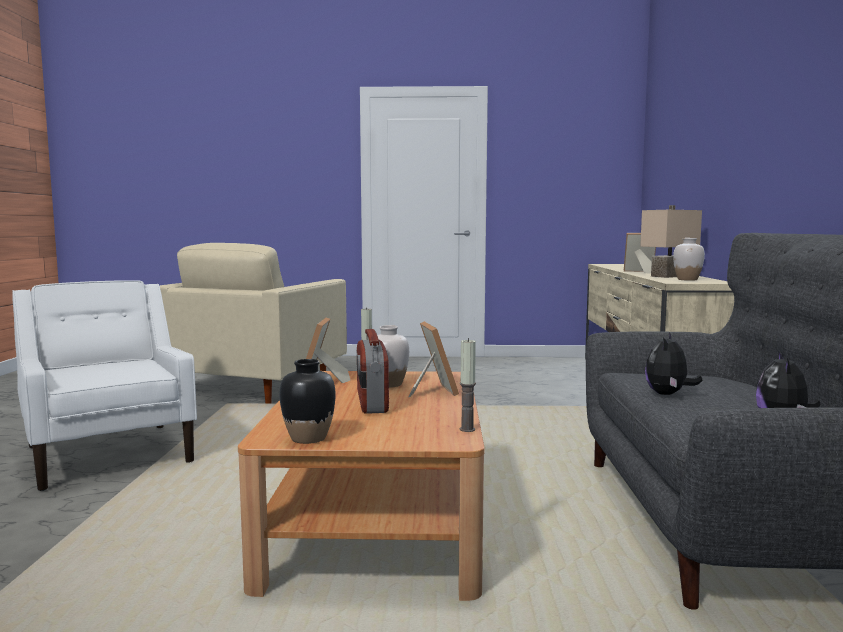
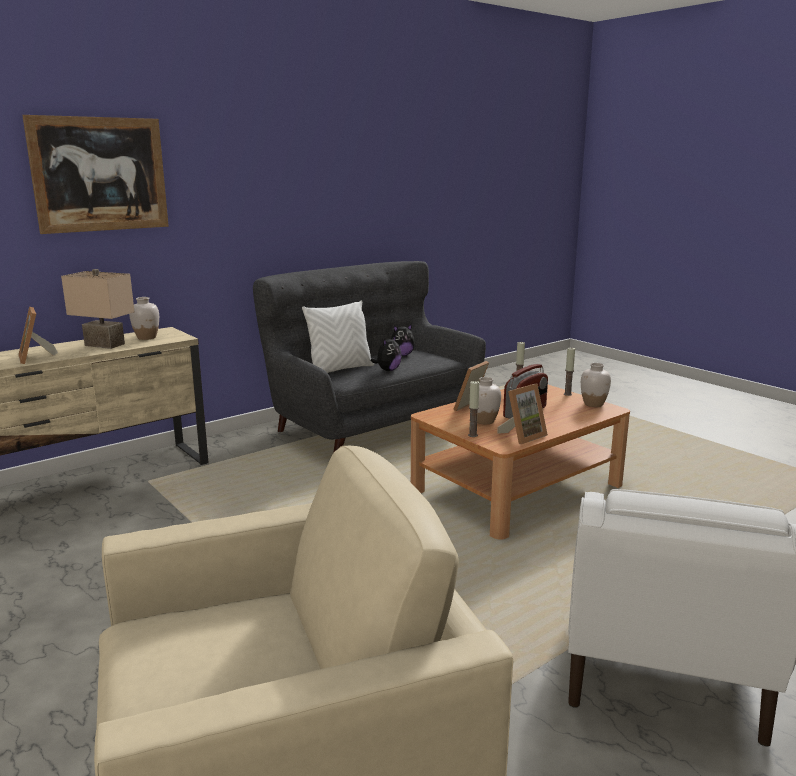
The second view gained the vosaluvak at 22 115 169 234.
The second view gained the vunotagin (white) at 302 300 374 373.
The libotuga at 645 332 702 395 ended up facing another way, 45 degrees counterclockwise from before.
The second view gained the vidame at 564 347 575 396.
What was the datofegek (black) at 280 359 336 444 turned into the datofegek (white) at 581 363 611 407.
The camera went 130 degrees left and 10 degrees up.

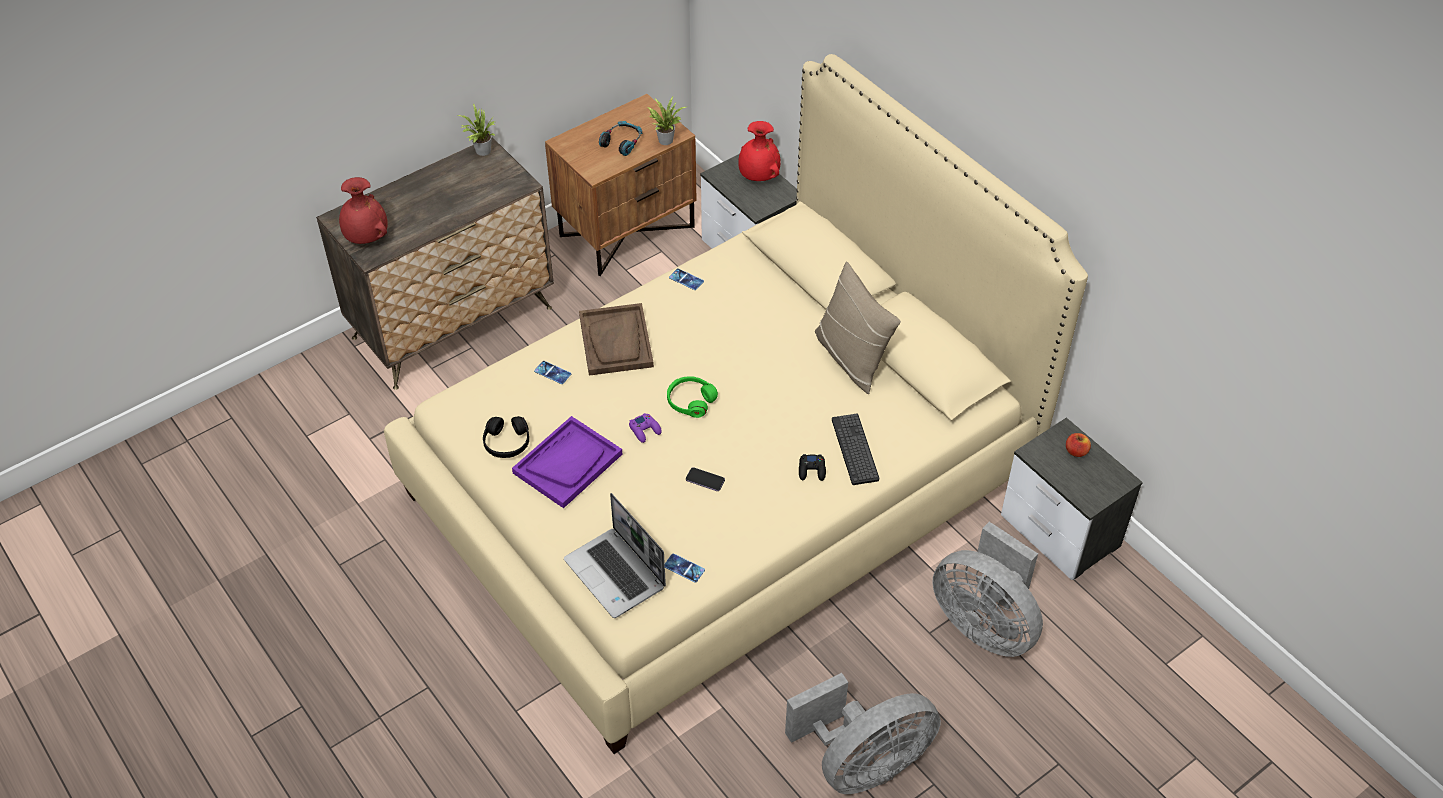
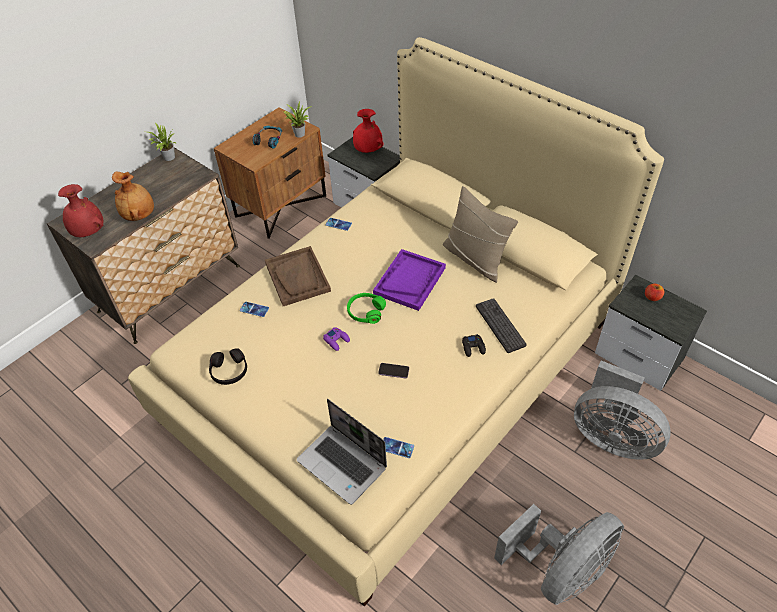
The second view gained the datofegek (brown) at 112 171 154 221.
The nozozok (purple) ended up elsewhere, having gone from 512 416 622 508 to 373 249 446 311.
The camera went 10 degrees left and 0 degrees up.

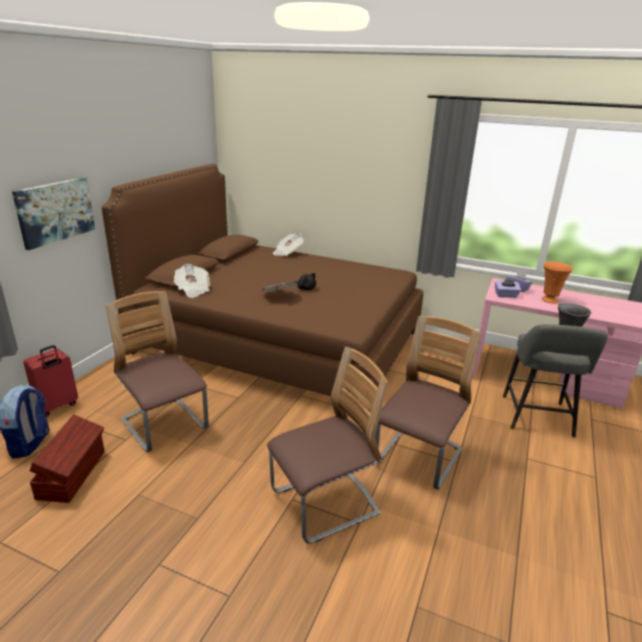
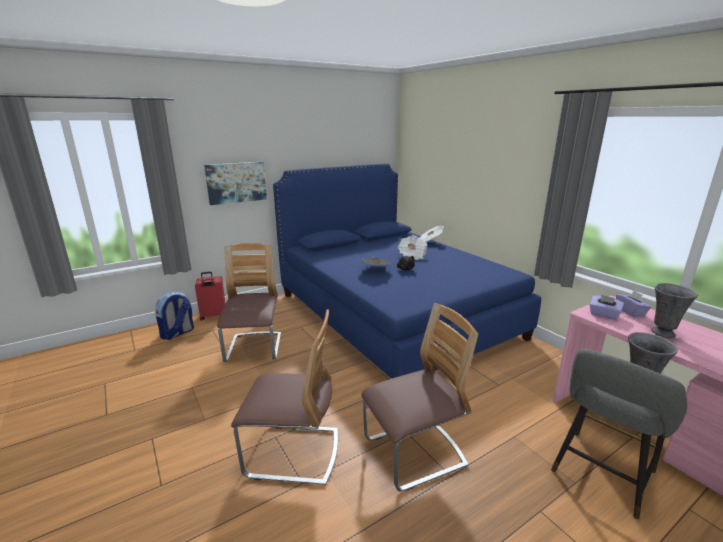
What was the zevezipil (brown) at 102 164 423 396 turned into the zevezipil (blue) at 273 163 541 379.
The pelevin ended up elsewhere, having gone from 174 264 210 298 to 398 235 427 260.
What was the datofegek (orange) at 542 261 573 303 turned into the datofegek (grey) at 651 283 698 338.
The second view lost the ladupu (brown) at 30 414 105 503.
The camera went 35 degrees right and 5 degrees down.

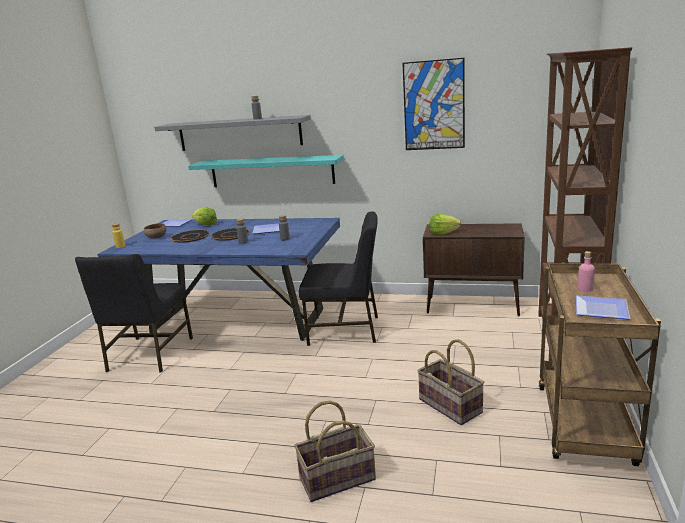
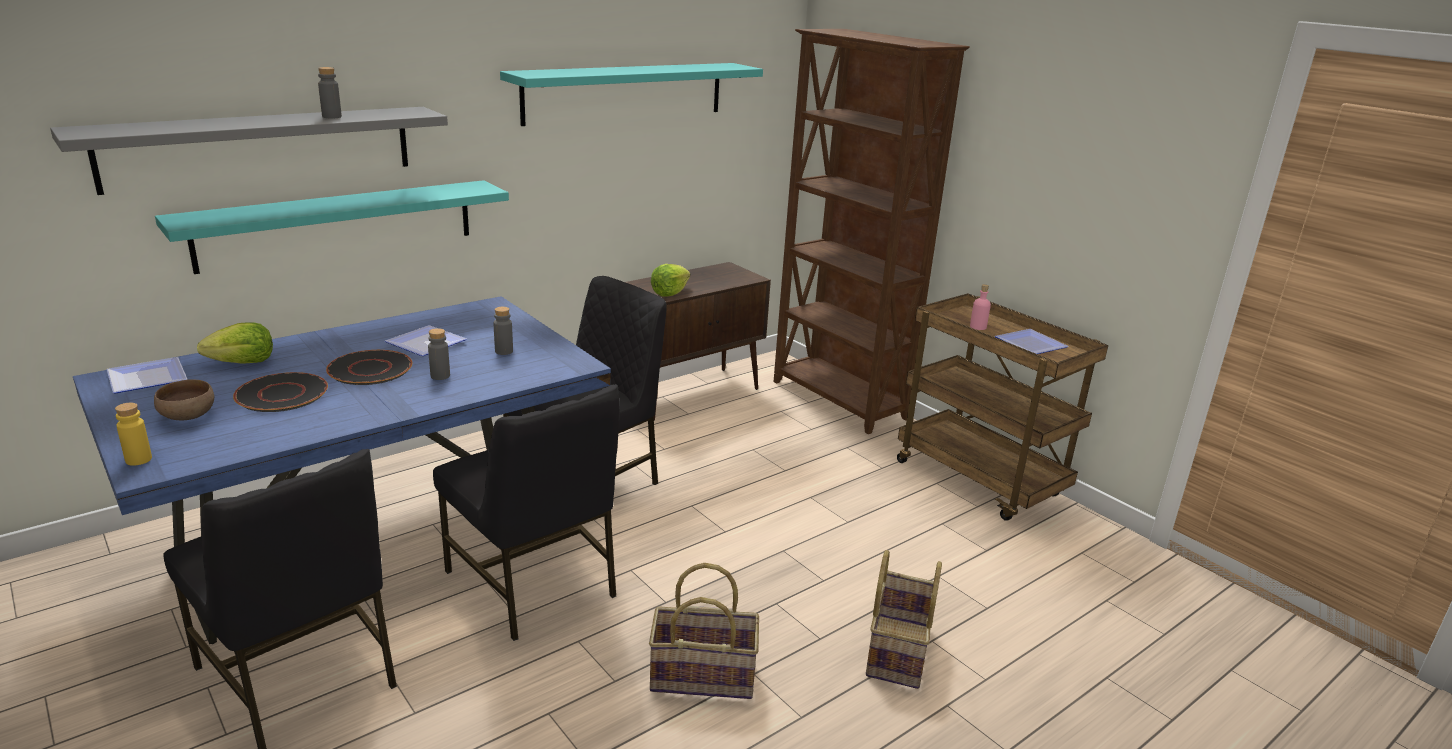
The second view gained the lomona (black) at 433 384 620 641.
Where the vosaluvak hung at 402 58 465 150, the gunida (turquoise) came to hang at 500 63 763 126.
The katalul ended up elsewhere, having gone from 417 339 484 425 to 649 563 759 699.
The camera went 55 degrees left and 5 degrees up.

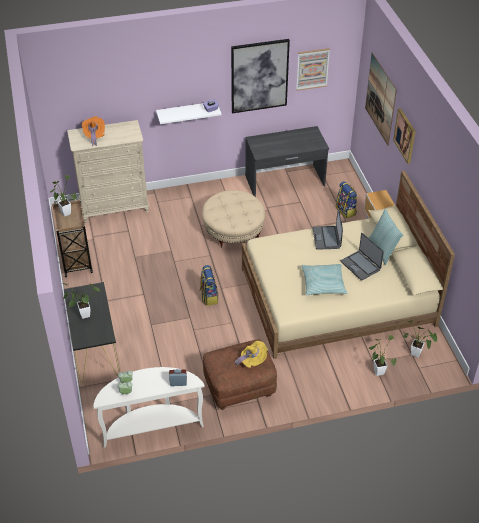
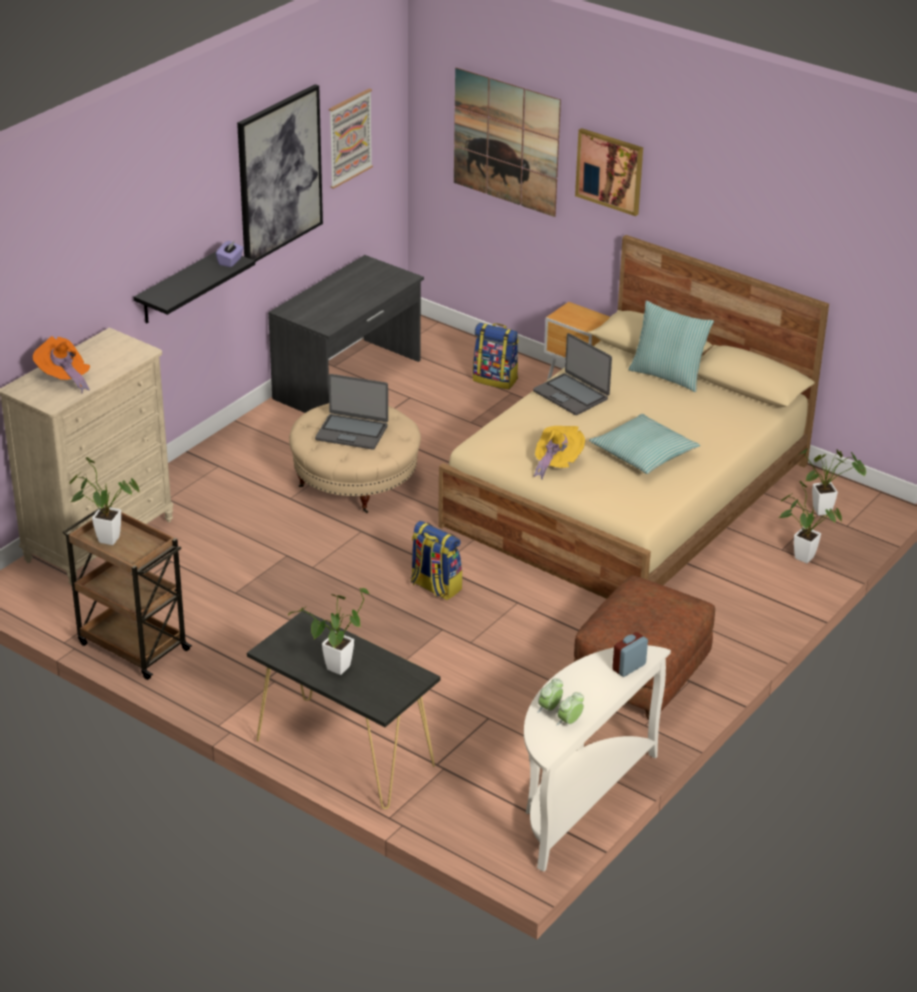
What was the gunida (white) at 156 103 222 124 turned into the gunida (black) at 134 251 255 324.
The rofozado ended up elsewhere, having gone from 340 233 384 280 to 315 374 388 450.
The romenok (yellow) ended up elsewhere, having gone from 234 341 268 368 to 534 426 585 480.
The camera went 40 degrees left and 10 degrees down.

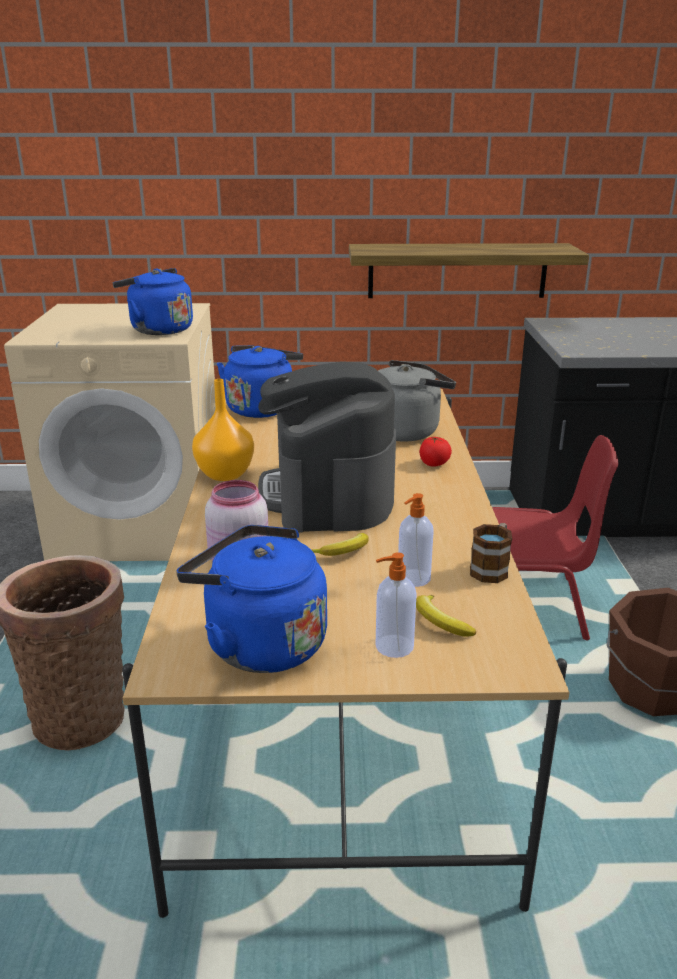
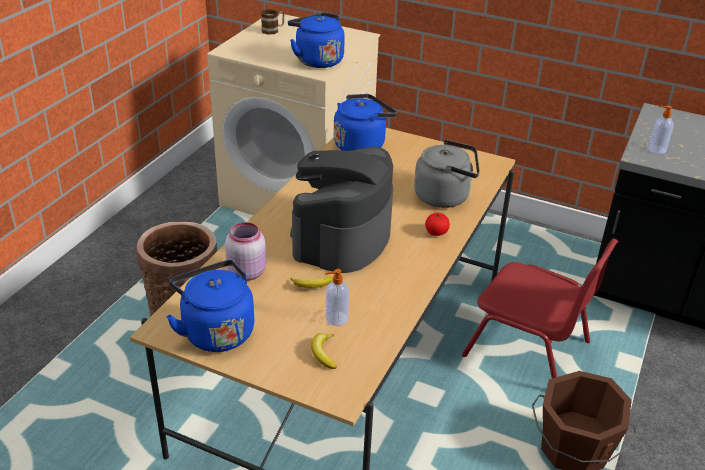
The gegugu ended up elsewhere, having gone from 470 523 512 583 to 261 9 284 35.
The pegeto ended up elsewhere, having gone from 375 552 417 658 to 648 106 674 154.
The second view lost the datofegek (orange) at 192 379 254 481.
The second view lost the gunida at 349 243 589 298.
The camera went 25 degrees right and 10 degrees up.

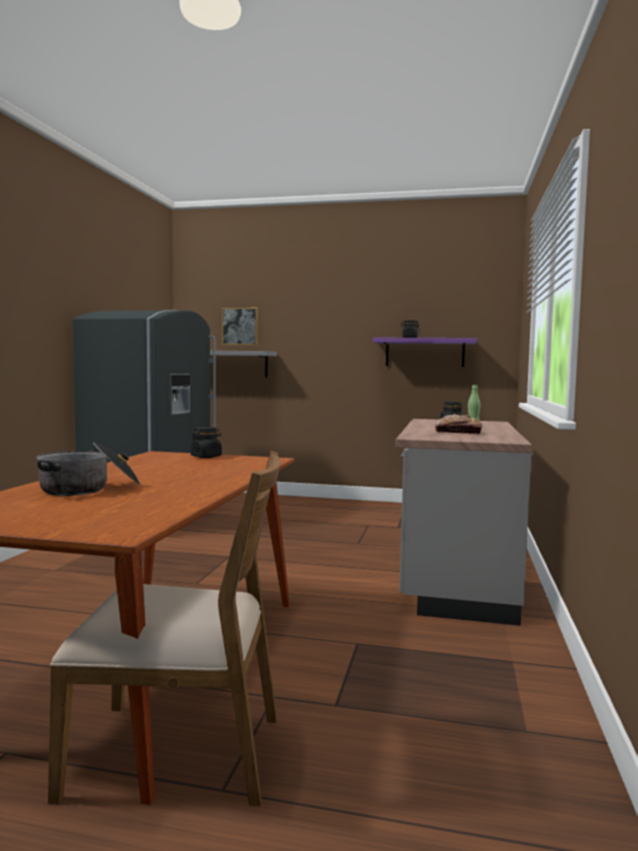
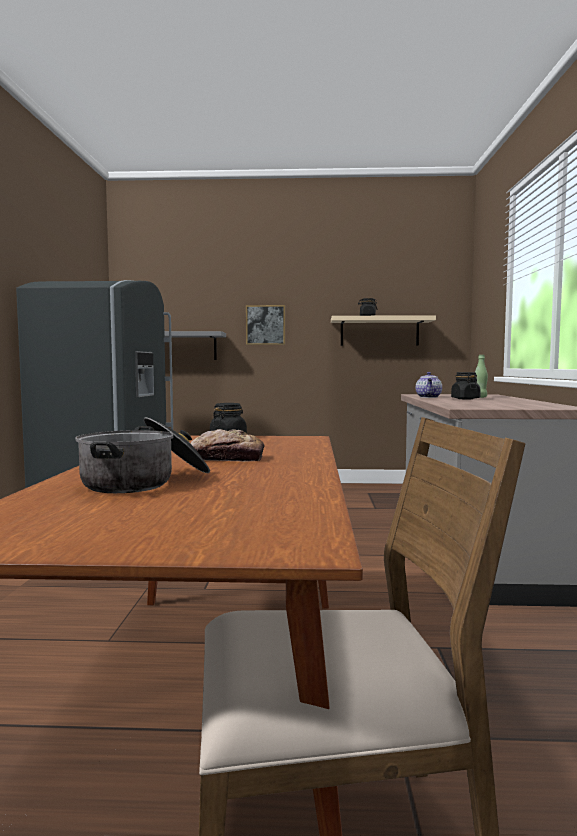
The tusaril ended up elsewhere, having gone from 435 414 482 434 to 191 429 264 462.
The vosaluvak ended up elsewhere, having gone from 222 308 258 345 to 246 305 285 345.
What was the gunida (purple) at 373 338 477 367 turned into the gunida (beige) at 331 315 436 346.
The second view gained the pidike at 416 372 442 398.
The camera went 10 degrees left and 0 degrees up.

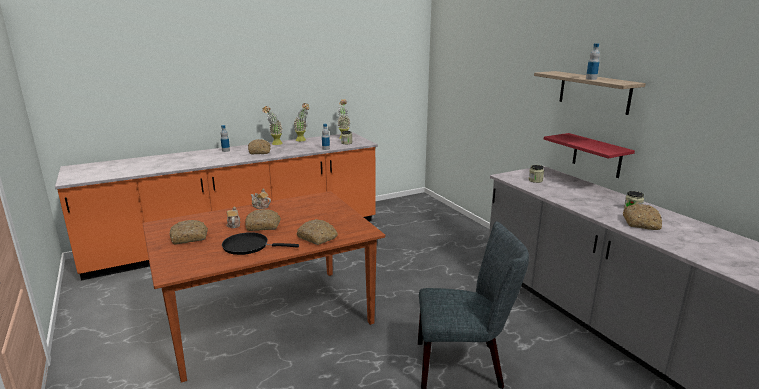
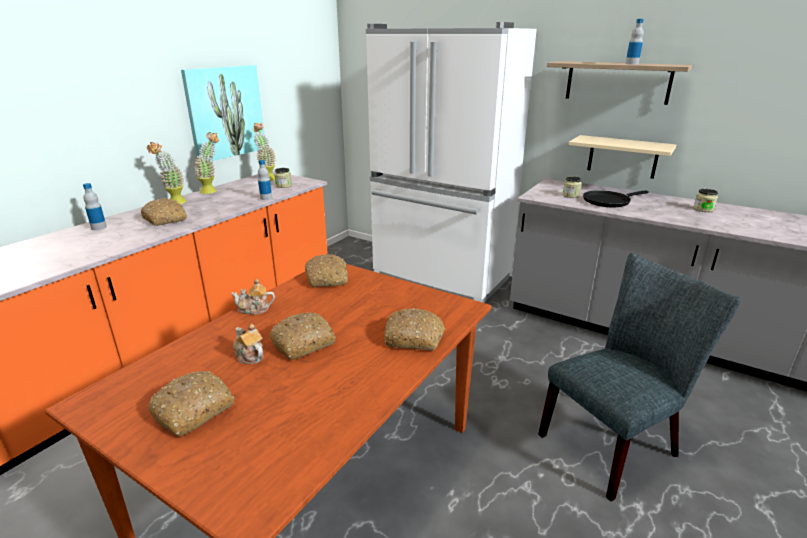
The second view gained the vosaluvak at 181 65 265 161.
The tusaril ended up elsewhere, having gone from 623 204 662 230 to 305 254 348 287.
The second view gained the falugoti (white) at 366 22 537 303.
What was the gunida (red) at 544 133 635 178 turned into the gunida (beige) at 569 135 676 179.
The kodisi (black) ended up elsewhere, having gone from 222 232 299 255 to 583 190 649 207.
The camera went 30 degrees left and 5 degrees up.

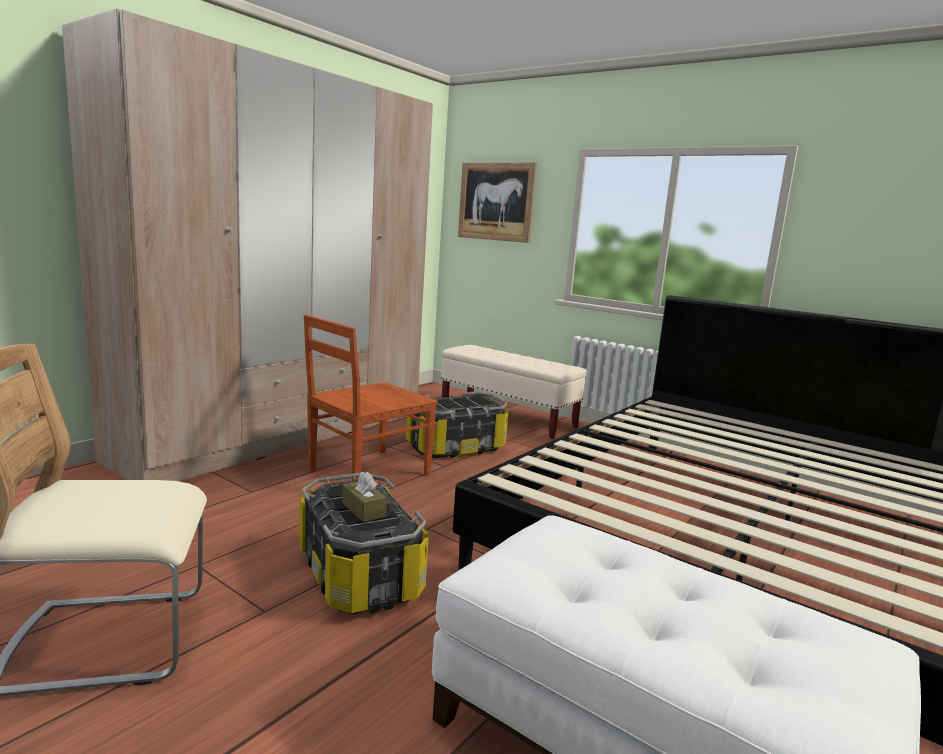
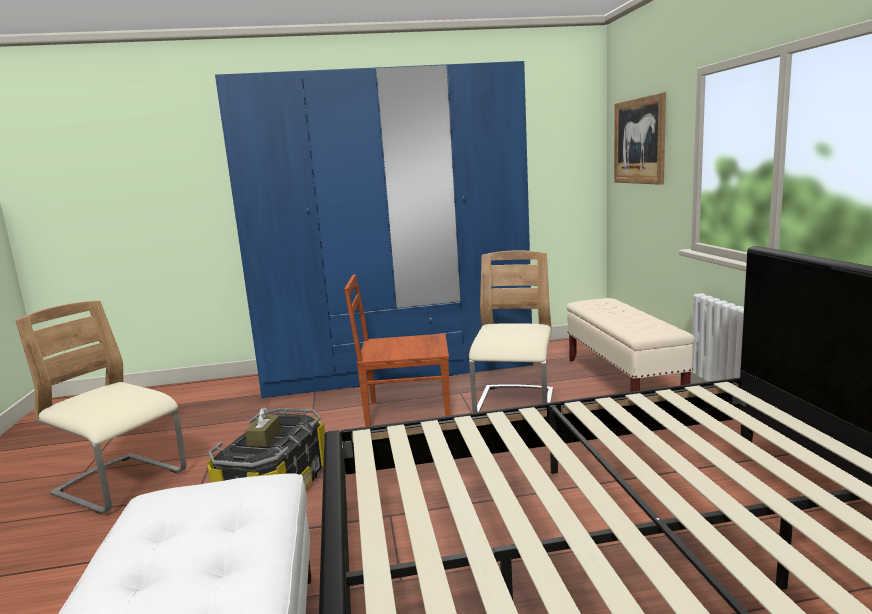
What was the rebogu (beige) at 62 9 433 481 turned into the rebogu (blue) at 215 61 533 398.
Where the ladupu stood at 406 392 509 458, the lomona (beige) came to stand at 469 250 553 413.
The camera went 45 degrees right and 0 degrees up.

